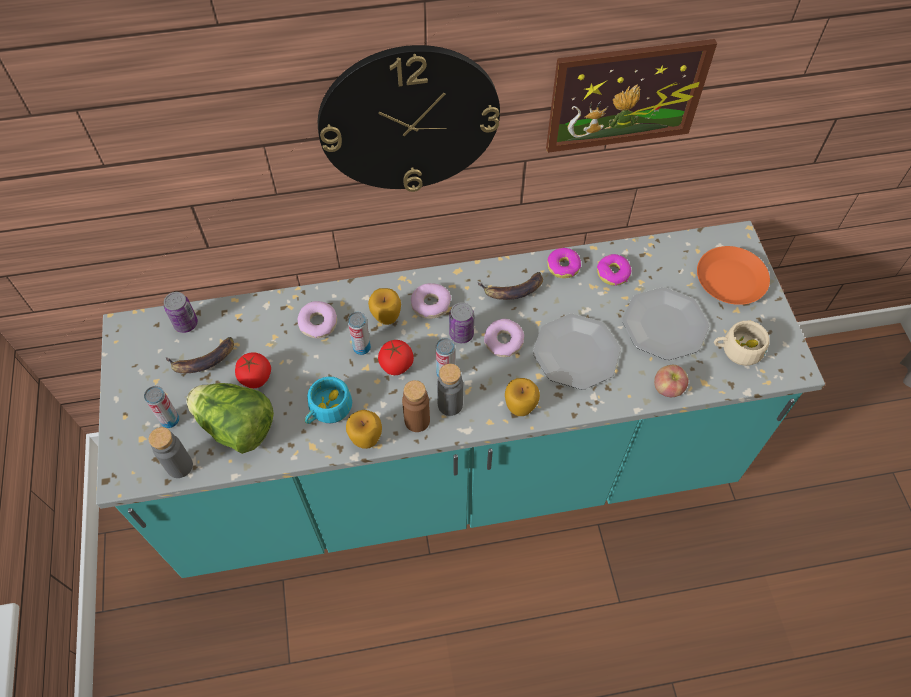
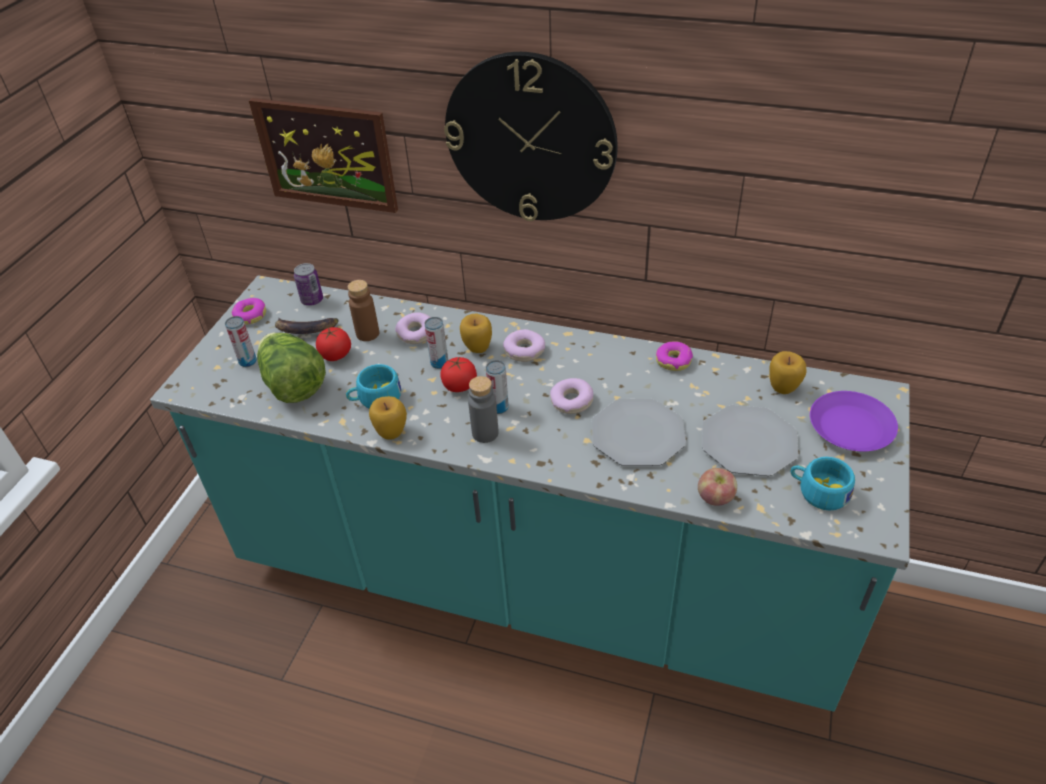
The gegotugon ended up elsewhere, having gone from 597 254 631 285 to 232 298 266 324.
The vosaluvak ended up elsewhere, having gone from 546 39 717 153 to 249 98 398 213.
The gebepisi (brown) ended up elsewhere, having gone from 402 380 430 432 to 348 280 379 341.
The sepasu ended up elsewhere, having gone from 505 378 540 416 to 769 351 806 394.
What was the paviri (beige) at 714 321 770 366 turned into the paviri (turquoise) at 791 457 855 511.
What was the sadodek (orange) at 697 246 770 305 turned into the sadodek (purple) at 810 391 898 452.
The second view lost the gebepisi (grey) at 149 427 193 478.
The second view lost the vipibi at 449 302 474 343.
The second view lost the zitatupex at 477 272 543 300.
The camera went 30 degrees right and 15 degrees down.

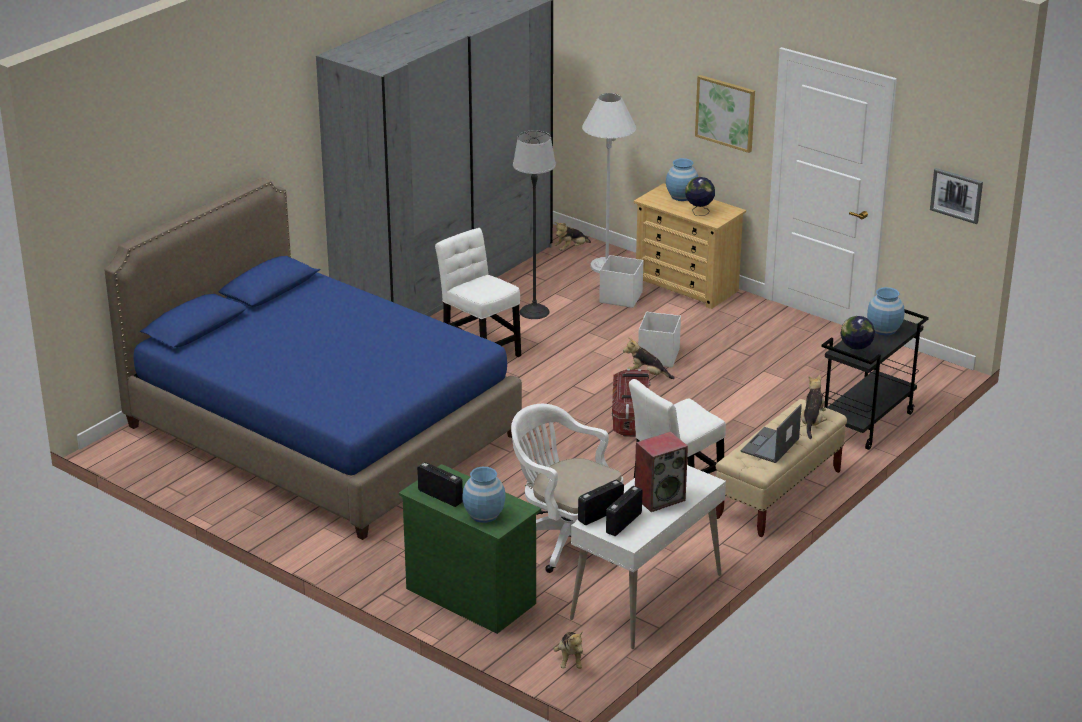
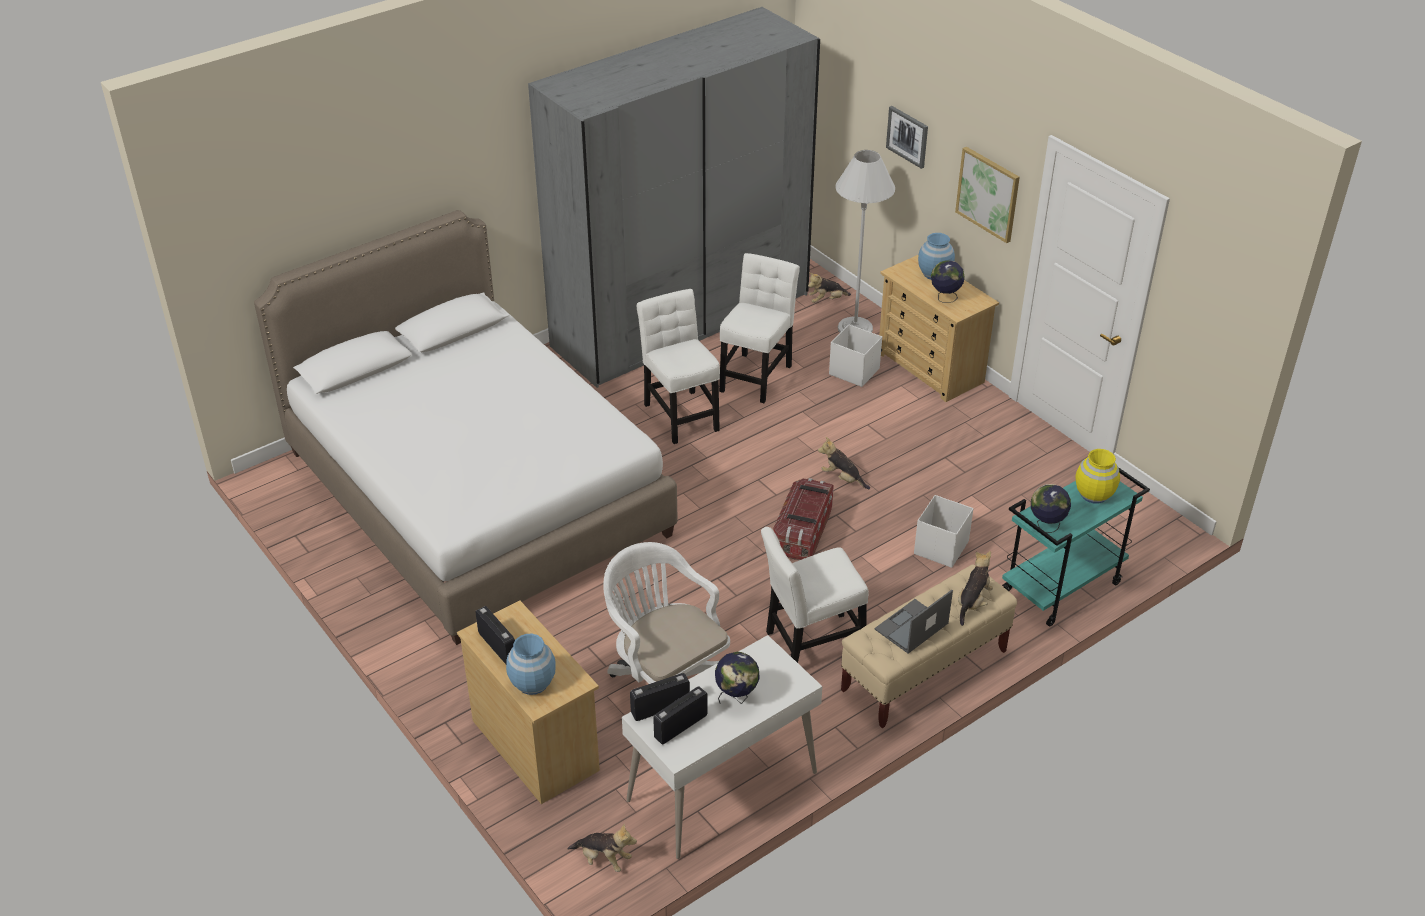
What was the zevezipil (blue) at 105 178 522 540 turned into the zevezipil (white) at 254 210 678 645.
What was the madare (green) at 399 464 541 634 turned into the madare (beige) at 457 600 600 804.
The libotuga at 554 631 583 669 ended up facing another way, 75 degrees counterclockwise from before.
Where the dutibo stood at 635 431 688 512, the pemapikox came to stand at 715 652 760 704.
Where the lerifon stood at 513 130 556 319, the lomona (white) came to stand at 719 253 800 403.
The vosaluvak ended up elsewhere, having gone from 930 168 983 224 to 886 106 928 169.
The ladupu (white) ended up elsewhere, having gone from 638 311 681 367 to 914 495 974 568.
What was the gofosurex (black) at 821 309 929 450 turned into the gofosurex (turquoise) at 1002 467 1150 627.
What was the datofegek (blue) at 867 287 905 335 turned into the datofegek (yellow) at 1076 449 1120 504.
The camera went 15 degrees right and 10 degrees up.

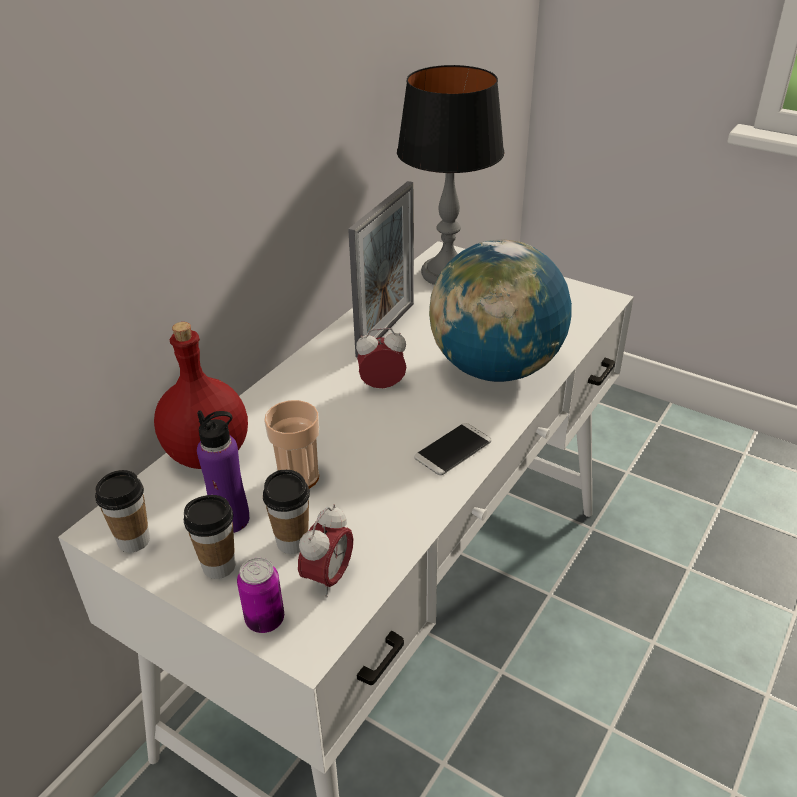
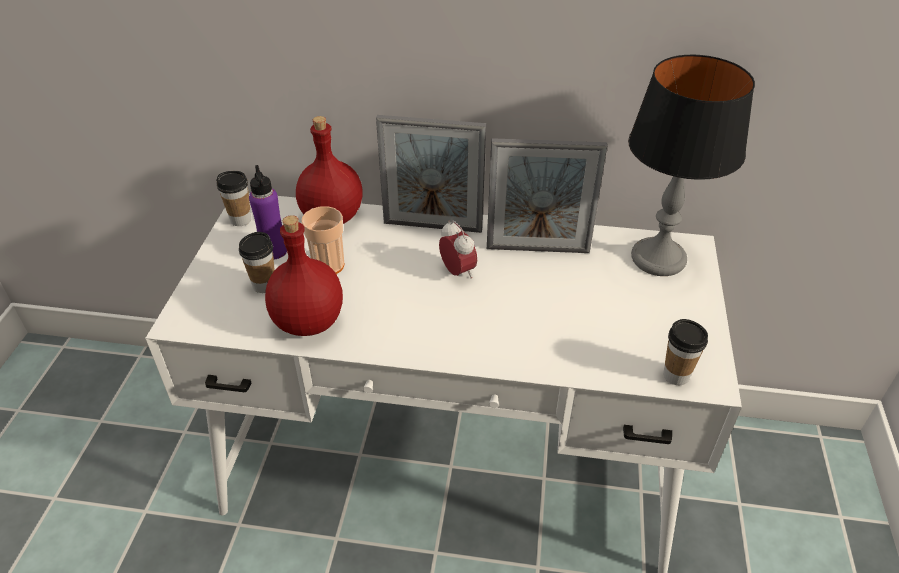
The second view gained the gebepisi (red) at 265 215 343 336.
The second view gained the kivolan at 376 115 486 233.
The paviri ended up elsewhere, having gone from 184 495 235 579 to 663 319 708 385.
The second view lost the vipibi at 237 558 284 633.
The second view lost the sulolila at 298 504 353 598.
The second view lost the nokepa at 415 423 491 475.
The second view lost the pemapikox at 429 240 572 382.
The camera went 65 degrees right and 5 degrees up.

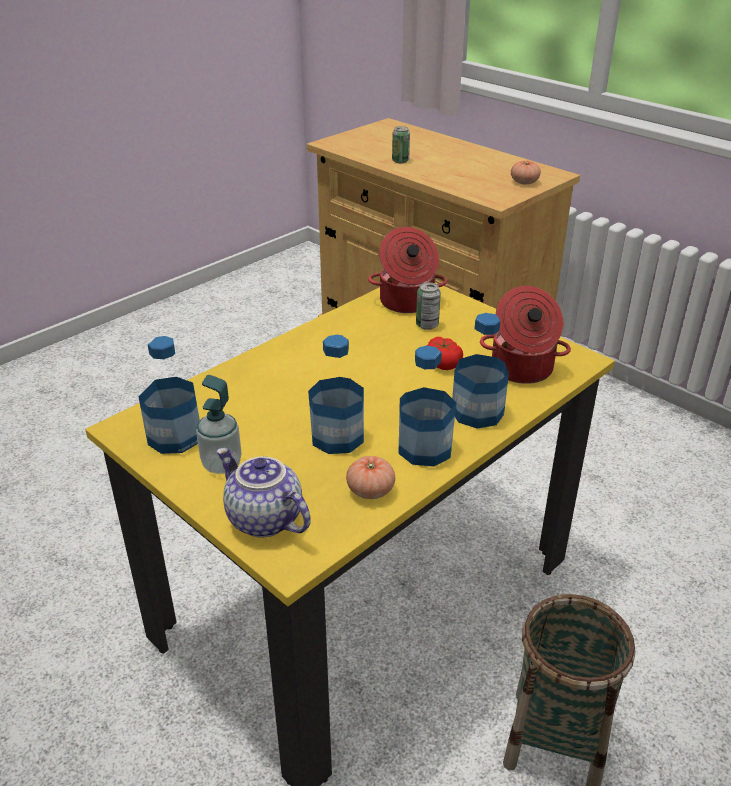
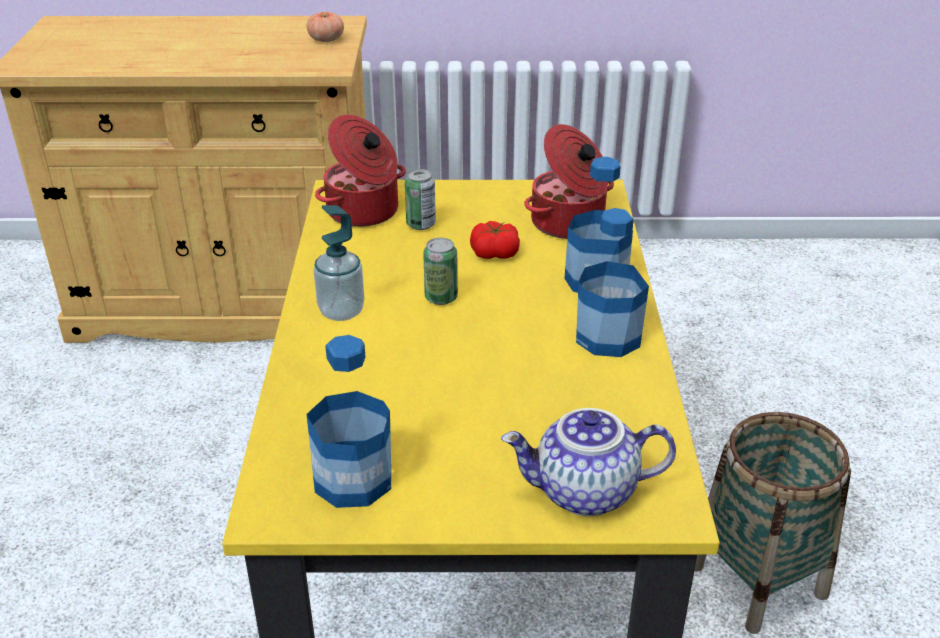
The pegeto ended up elsewhere, having gone from 196 375 242 474 to 314 205 364 321.
The vipibi ended up elsewhere, having gone from 392 126 410 163 to 423 238 458 305.
The second view lost the gebepisi at 308 335 364 454.
The second view lost the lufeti at 346 456 395 499.
The camera went 45 degrees left and 0 degrees up.

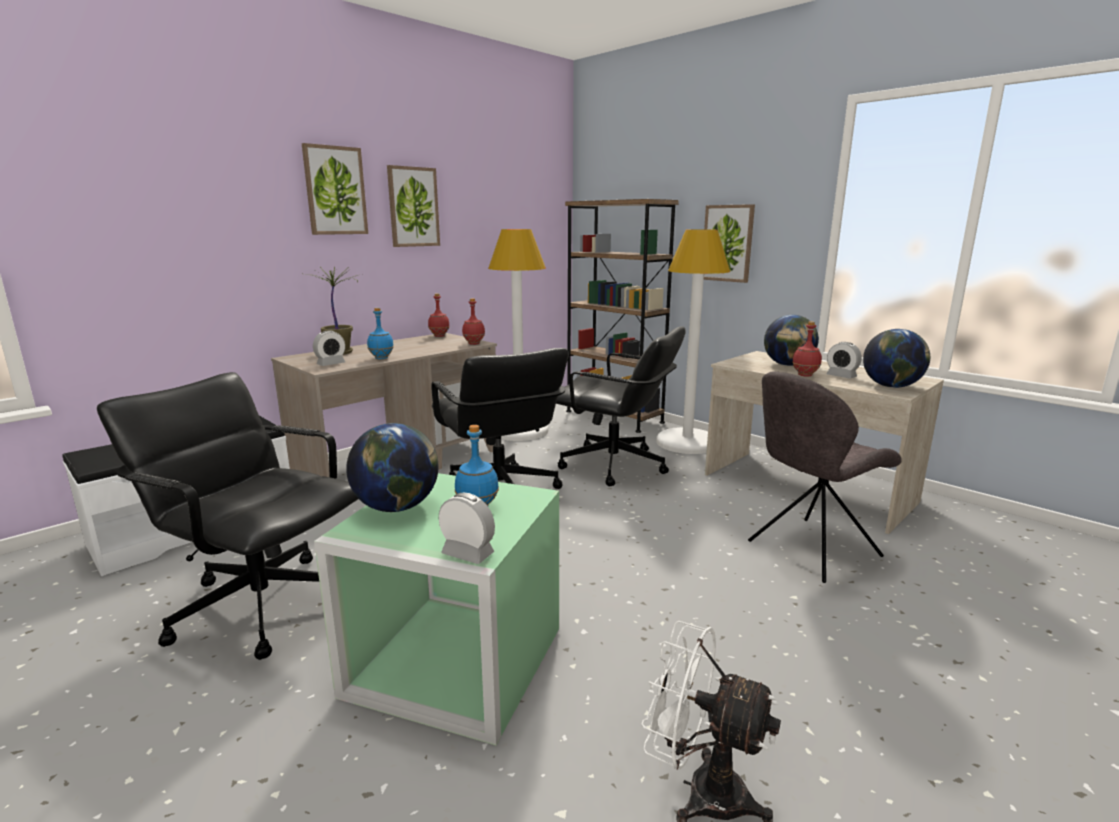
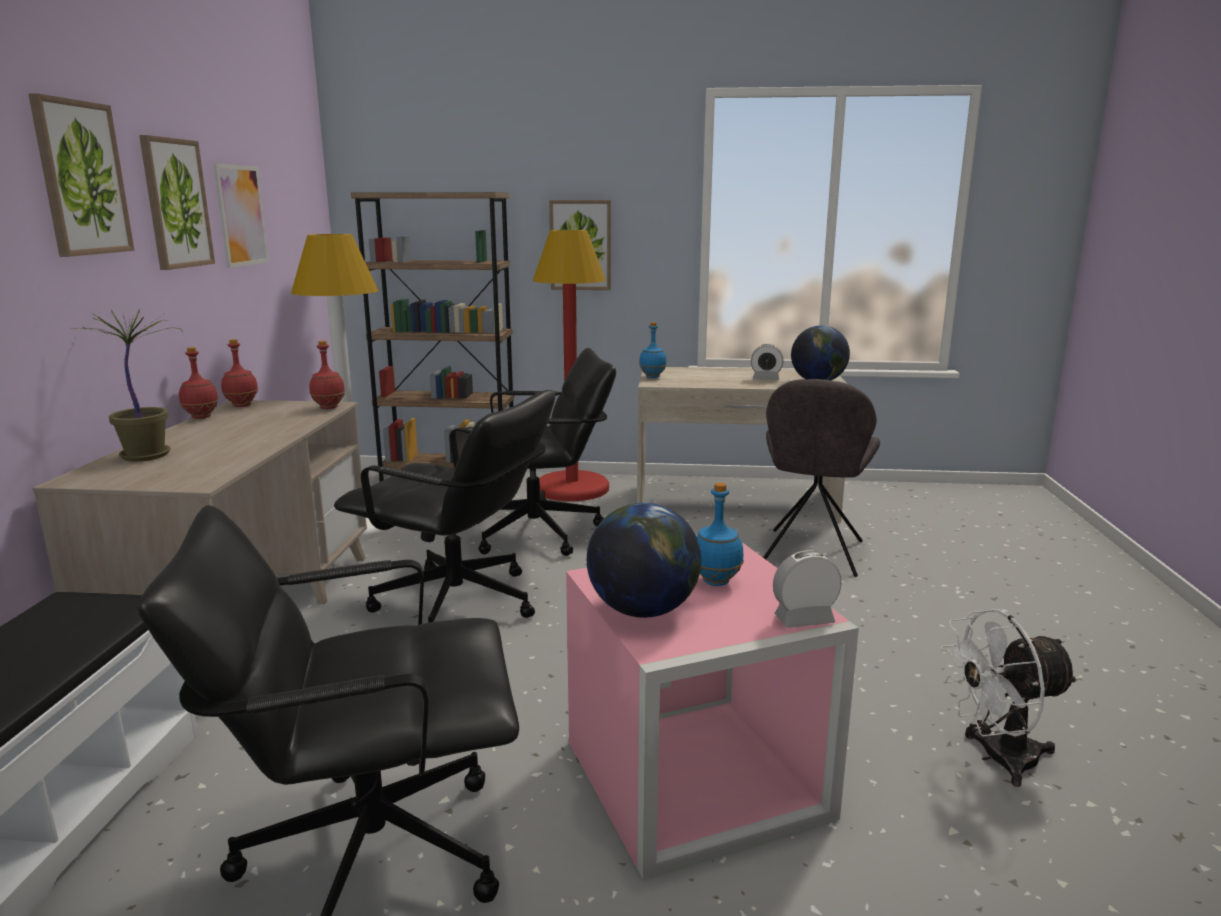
The gebepisi (red) ended up elsewhere, having gone from 792 321 822 377 to 179 347 219 419.
The second view gained the vosaluvak at 213 163 269 268.
What was the lerifon (white) at 656 229 730 454 turned into the lerifon (red) at 533 230 609 501.
What was the ladupu (green) at 314 473 559 745 turned into the ladupu (pink) at 566 543 859 879.
The gebepisi (blue) ended up elsewhere, having gone from 367 308 394 359 to 639 322 667 378.
The second view lost the sulolila at 313 330 345 366.
The second view lost the pemapikox at 764 315 819 366.
The camera went 40 degrees left and 0 degrees up.

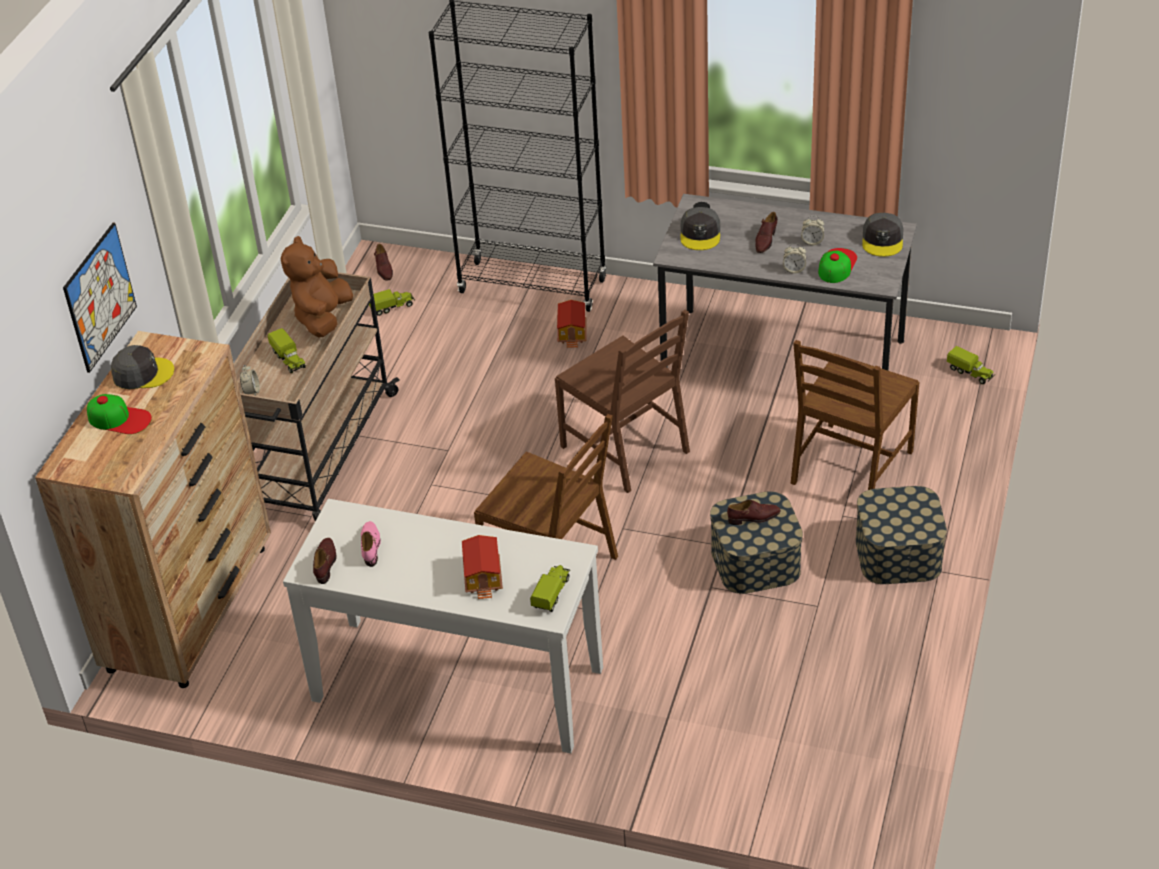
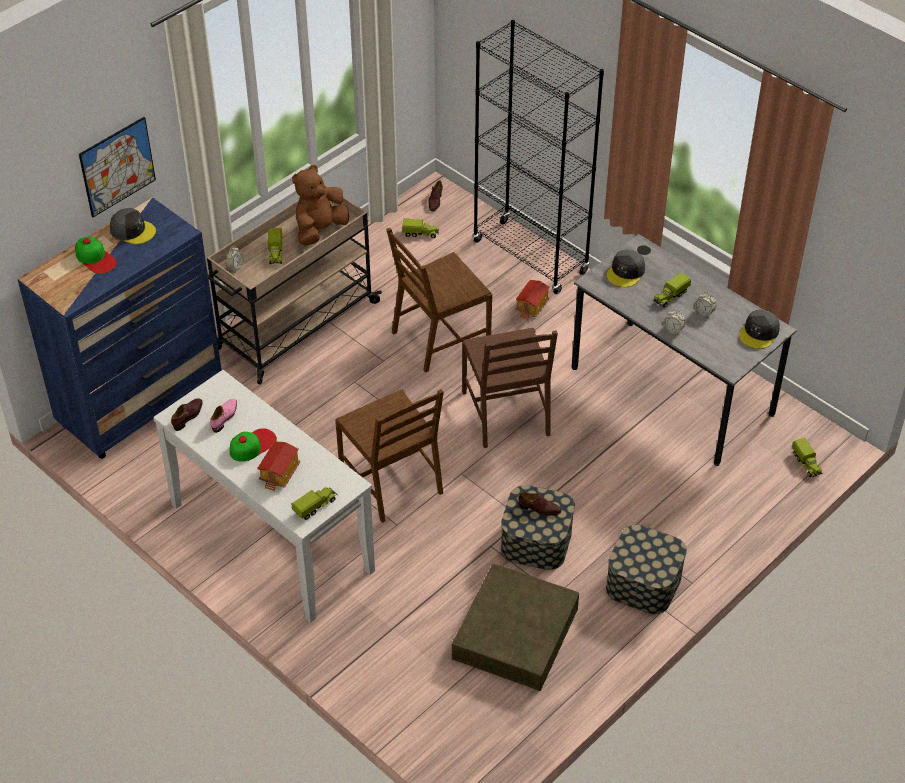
What was the madare (brown) at 35 331 271 688 turned into the madare (blue) at 18 197 222 459.
The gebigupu ended up elsewhere, having gone from 818 248 857 283 to 230 428 277 462.
The lomona (brown) ended up elsewhere, having gone from 790 340 920 490 to 386 228 492 373.
The second view gained the ladupu (brown) at 452 564 579 691.
Where the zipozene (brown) stood at 755 212 777 253, the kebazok came to stand at 654 272 691 307.
The camera went 25 degrees right and 5 degrees up.

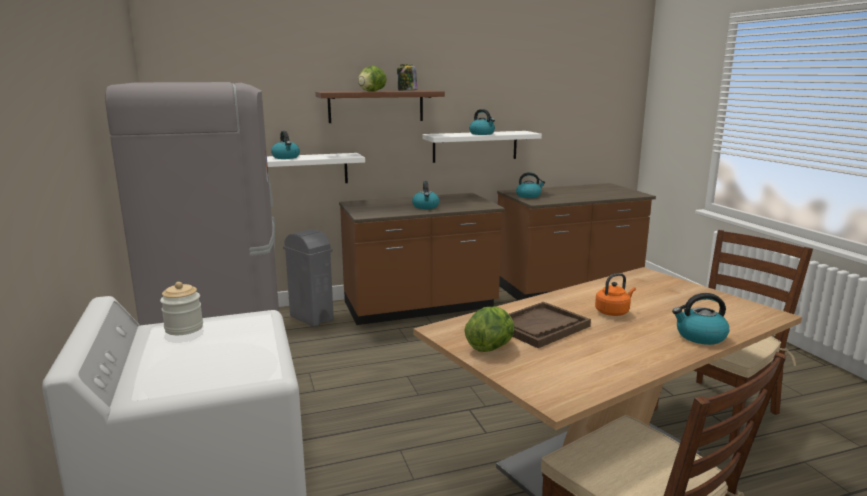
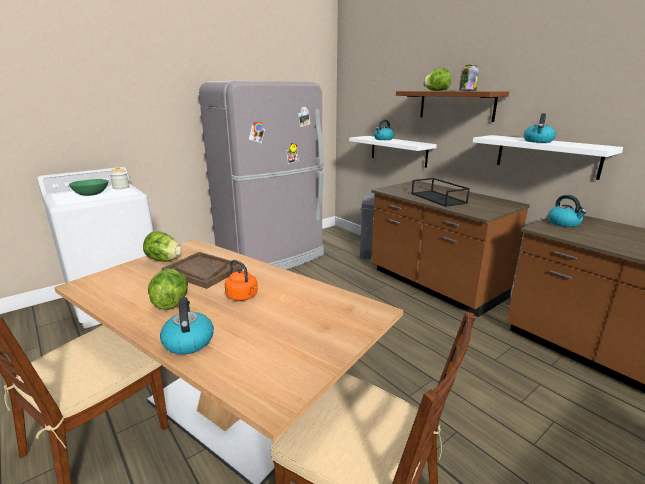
The second view gained the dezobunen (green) at 69 179 109 196.
The second view gained the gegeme at 148 269 188 310.
Where the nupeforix stood at 412 181 439 209, the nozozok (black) came to stand at 411 178 470 207.
The camera went 70 degrees right and 5 degrees up.

